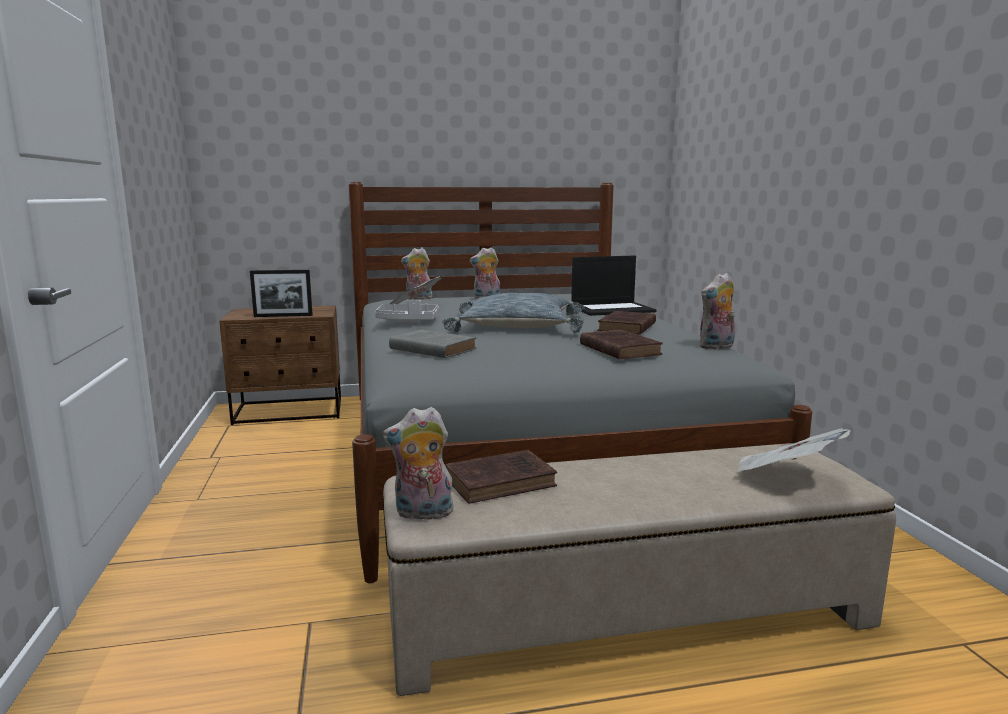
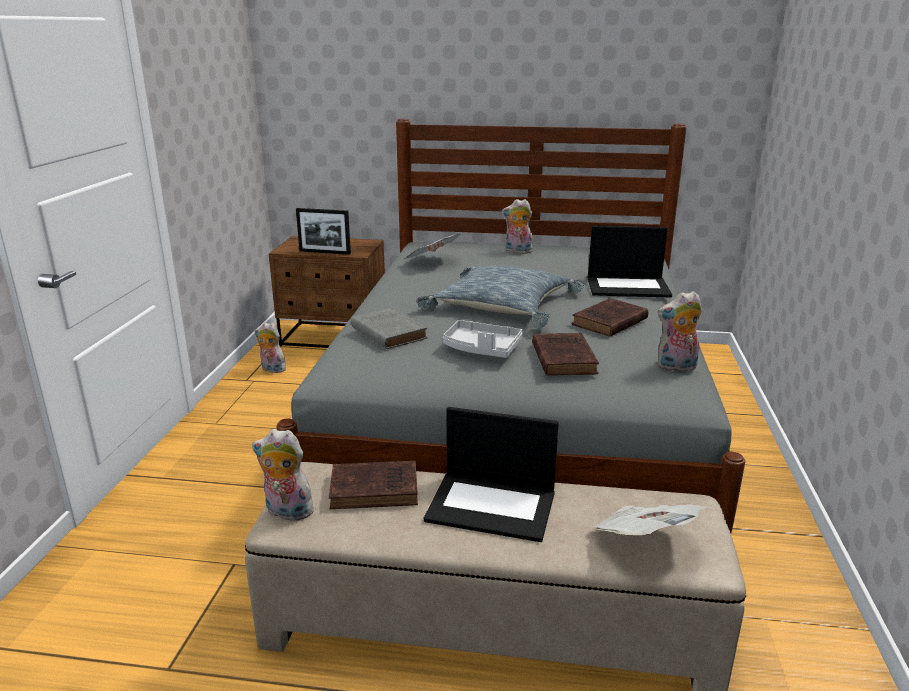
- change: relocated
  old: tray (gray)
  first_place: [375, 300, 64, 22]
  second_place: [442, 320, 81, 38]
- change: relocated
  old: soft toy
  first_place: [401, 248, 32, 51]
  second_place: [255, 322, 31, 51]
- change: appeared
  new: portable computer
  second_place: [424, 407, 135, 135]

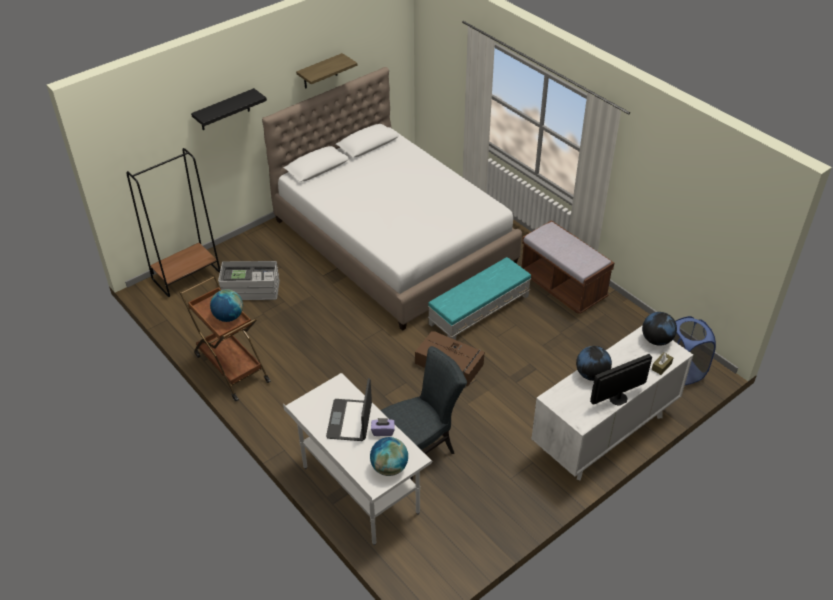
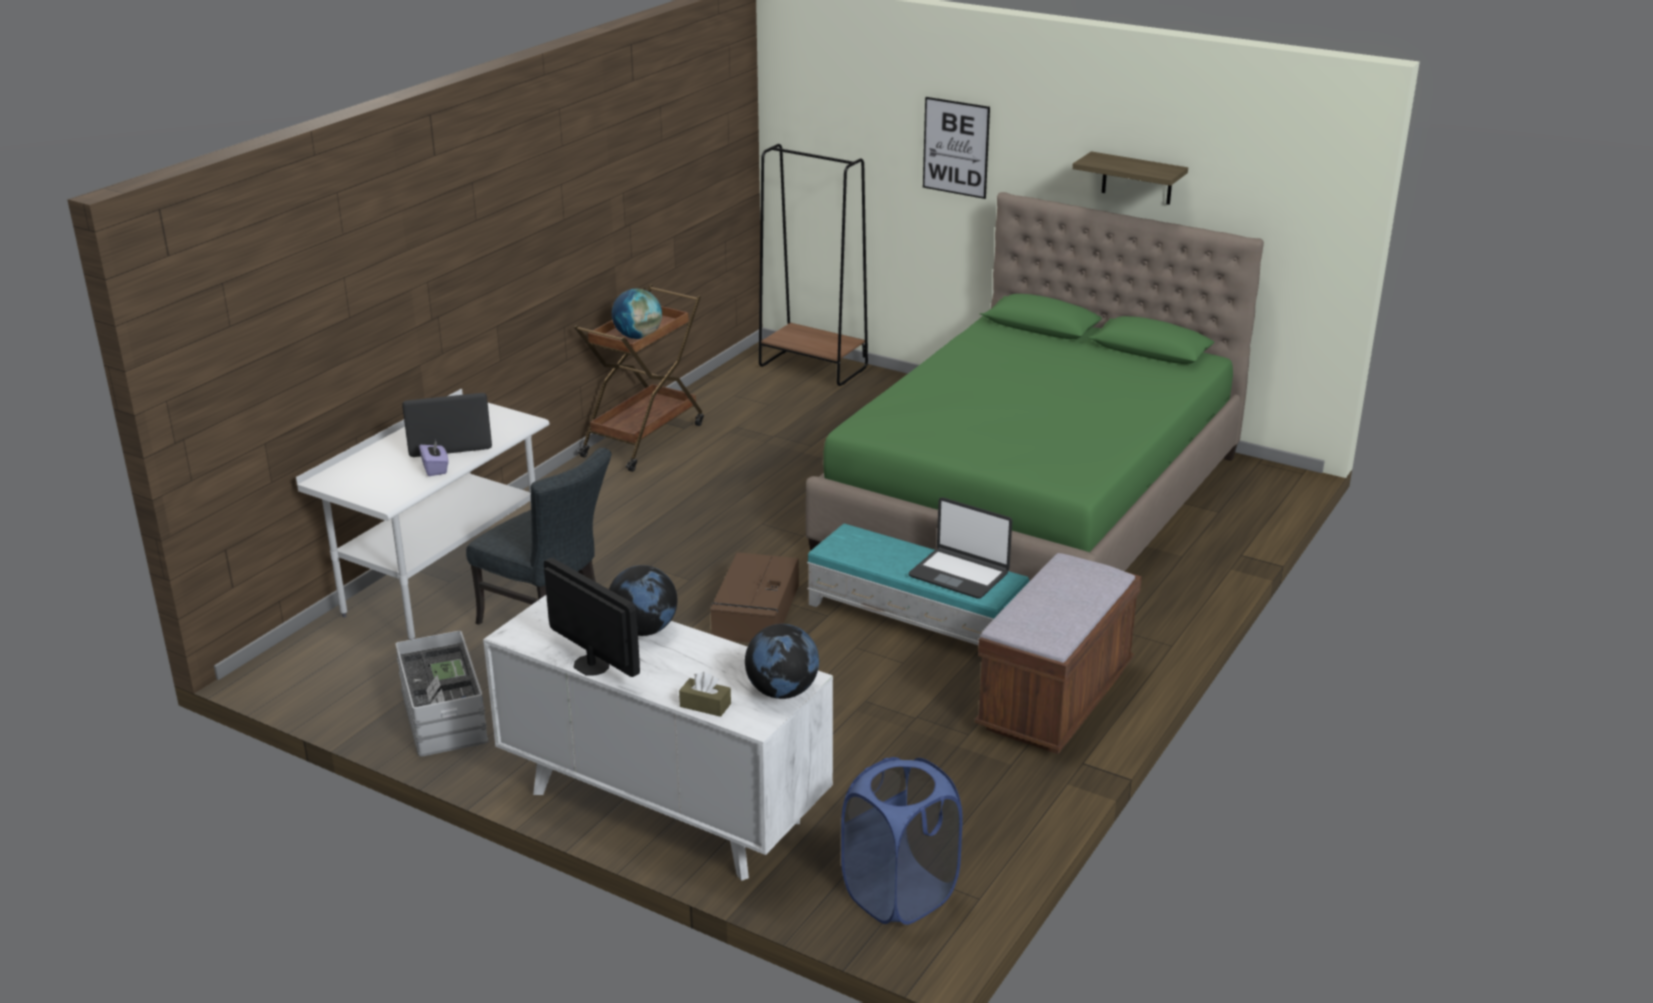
- change: exchanged
  old: shelf (black)
  new: picture
  first_place: [191, 88, 76, 42]
  second_place: [923, 97, 67, 102]
- change: relocated
  old: storage container (gray)
  first_place: [218, 261, 62, 39]
  second_place: [396, 631, 93, 126]
- change: colour
  old: bedroom bed (white)
  new: bedroom bed (greenish)
  first_place: [262, 67, 260, 264]
  second_place: [806, 192, 458, 389]
- change: missing
  old: world globe
  first_place: [370, 437, 38, 39]
- change: appeared
  new: portable computer
  second_place: [909, 498, 103, 101]

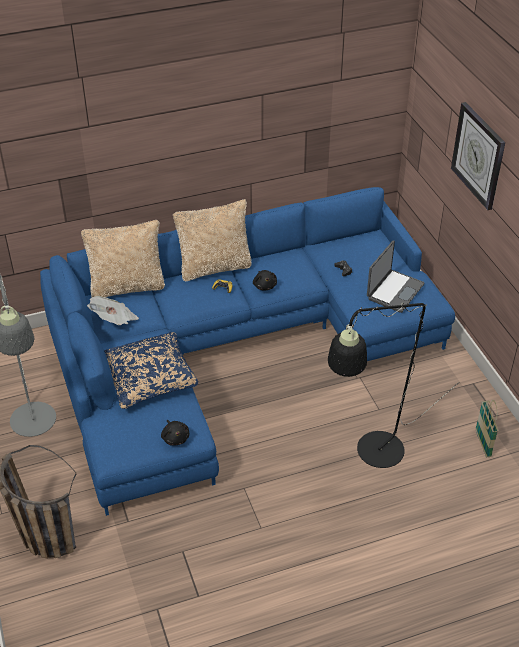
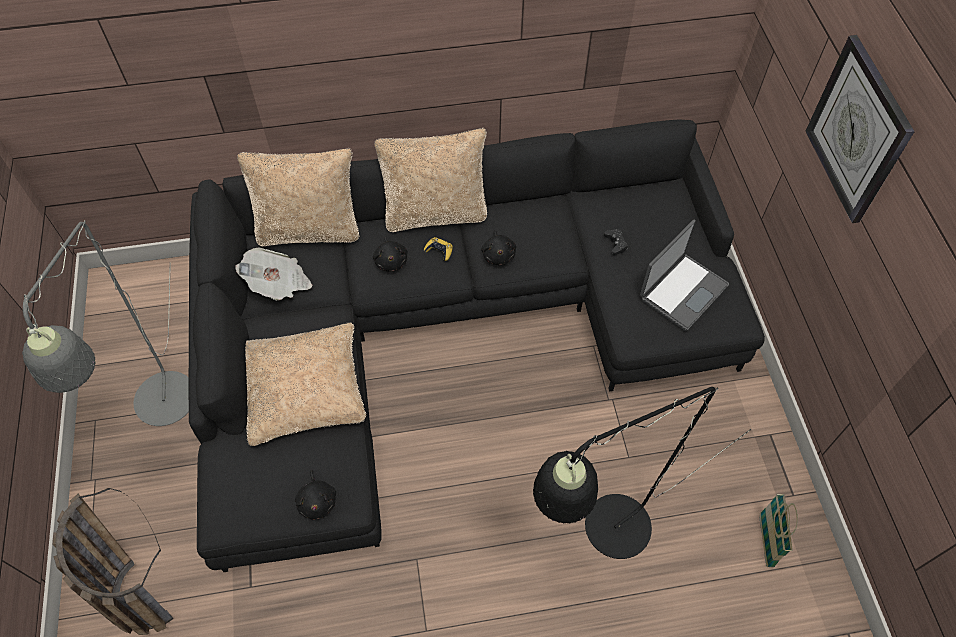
- change: colour
  old: couch (bluish)
  new: couch (black)
  first_place: [40, 187, 415, 329]
  second_place: [189, 120, 576, 452]
- change: colour
  old: throw pillow (bluish)
  new: throw pillow (beige-coloured)
  first_place: [104, 332, 94, 77]
  second_place: [245, 322, 121, 125]
- change: appeared
  new: soft toy (black)
  second_place: [373, 237, 35, 35]

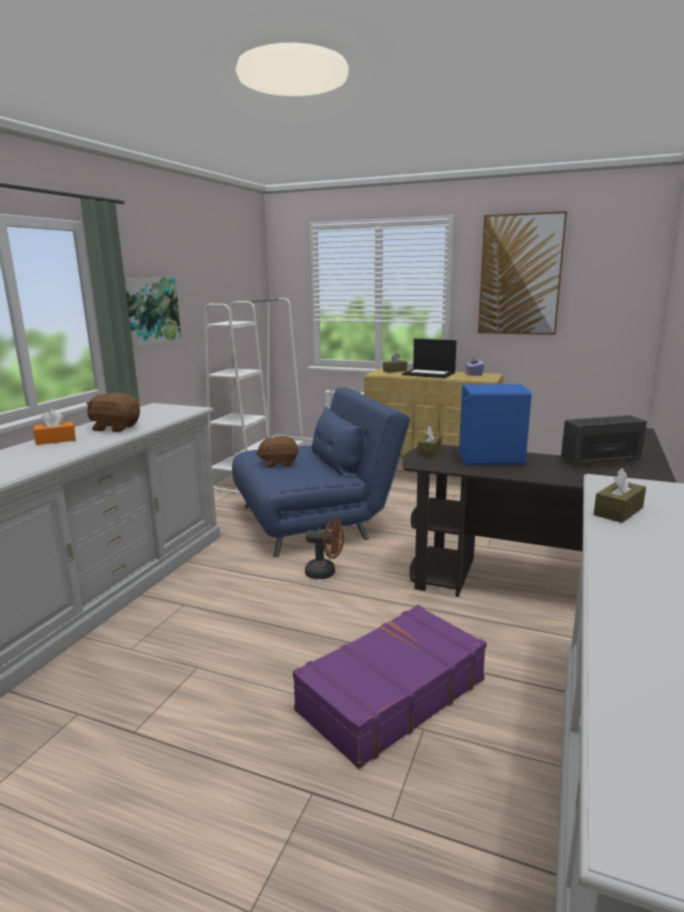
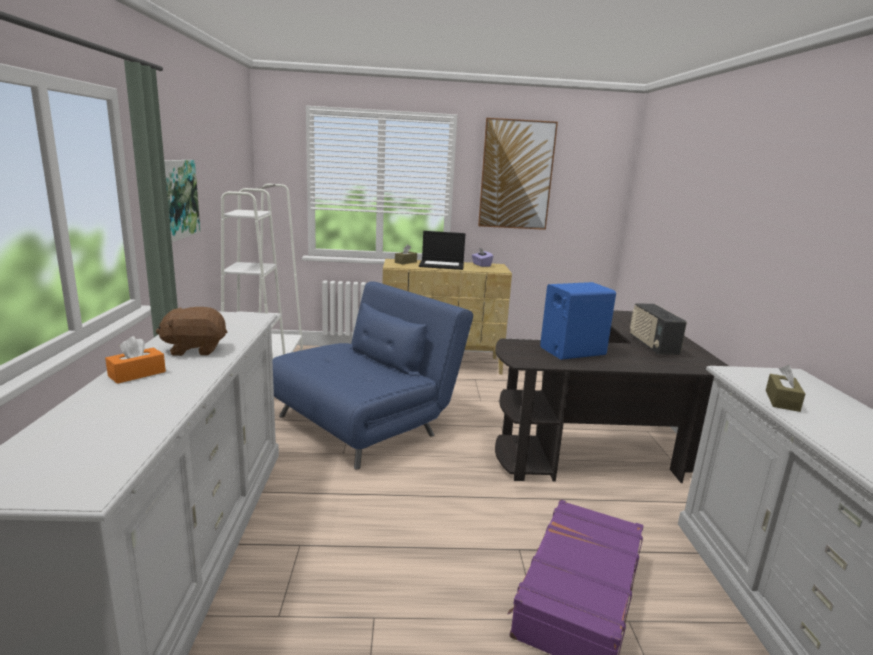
- change: missing
  old: soft toy (brownish)
  first_place: [256, 436, 43, 32]
- change: missing
  old: fan (brownish)
  first_place: [305, 518, 39, 61]
- change: missing
  old: tissue holder (brownish)
  first_place: [418, 426, 24, 31]
- change: spun
  old: radio
  first_place: [561, 415, 86, 52]
  second_place: [630, 303, 57, 52]
  degrees: -60

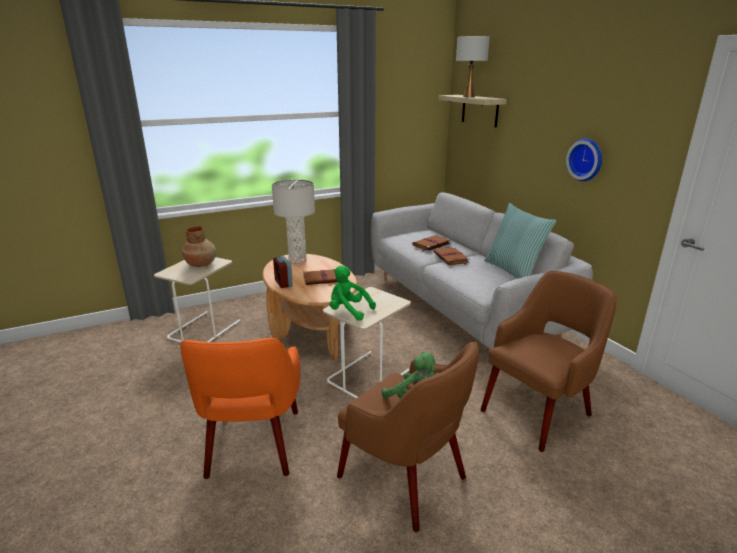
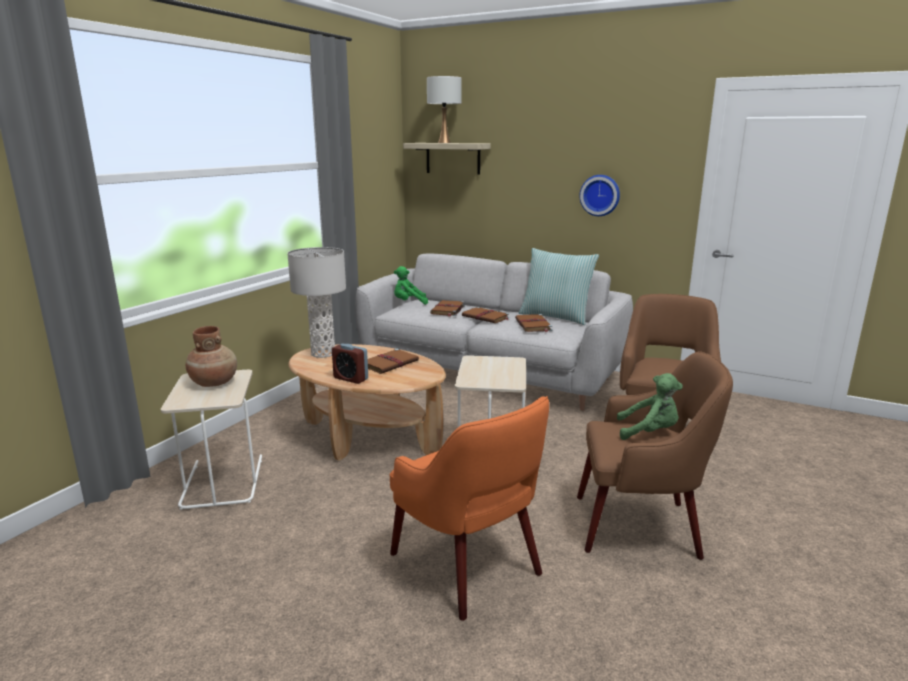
- change: relocated
  old: soft toy (greenish)
  first_place: [330, 266, 46, 55]
  second_place: [394, 266, 34, 39]
- change: appeared
  new: bound book (brownish)
  second_place: [515, 314, 37, 19]

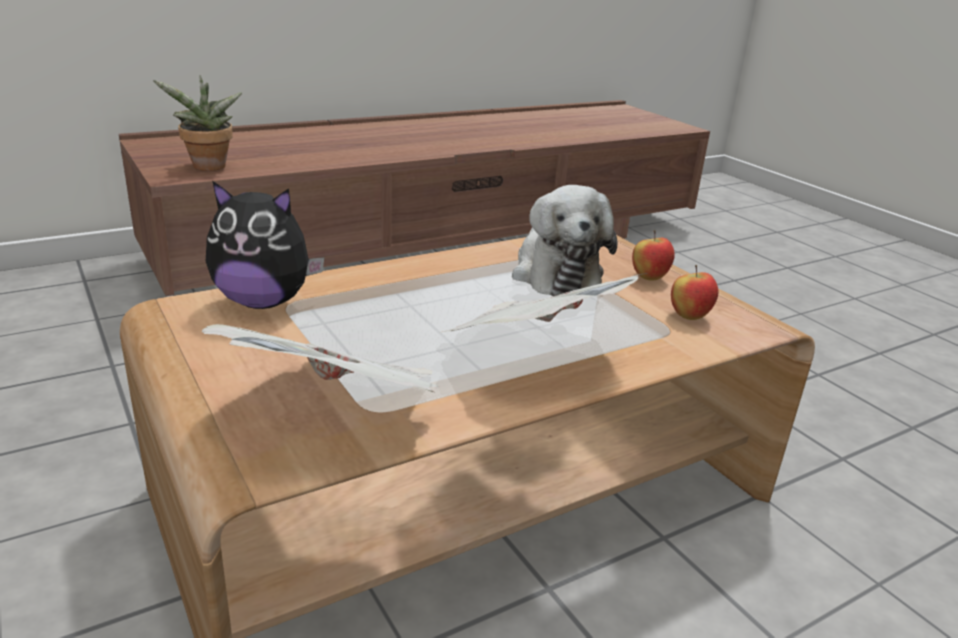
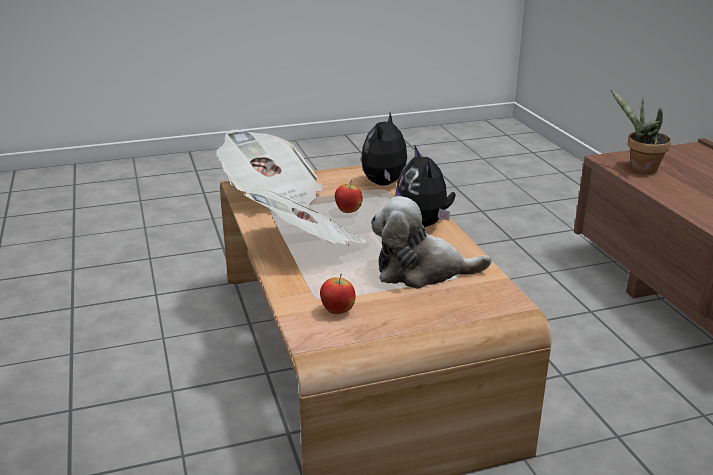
- change: relocated
  old: apple fruit
  first_place: [632, 230, 43, 51]
  second_place: [335, 180, 27, 33]
- change: appeared
  new: soft toy
  second_place: [395, 145, 61, 82]

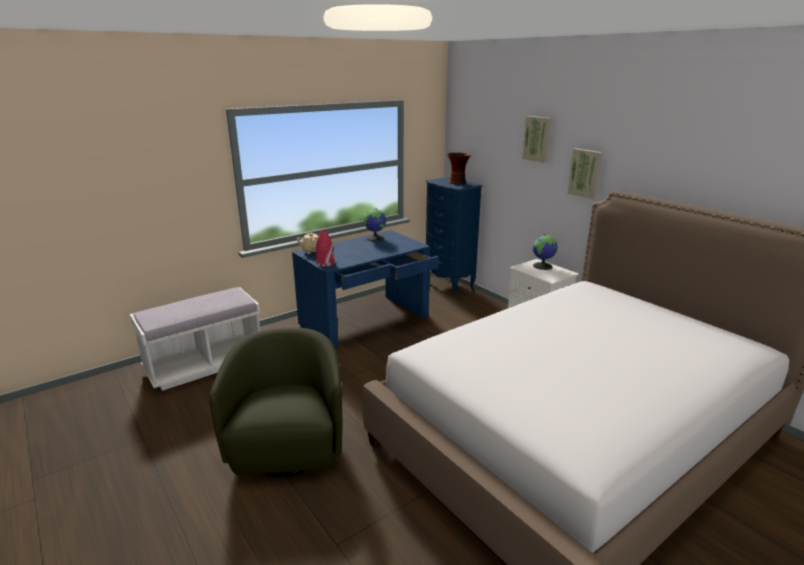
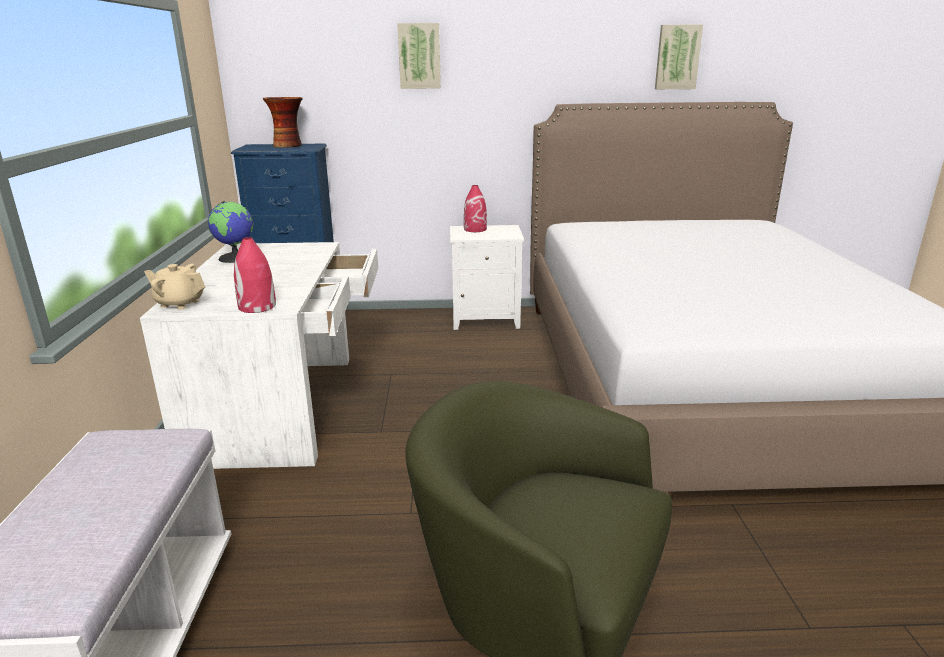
- change: colour
  old: desk (bluish)
  new: desk (white)
  first_place: [292, 230, 147, 119]
  second_place: [140, 242, 238, 227]
- change: exchanged
  old: world globe
  new: decorative vase (reddish)
  first_place: [532, 234, 26, 36]
  second_place: [464, 185, 23, 47]
- change: relocated
  old: picture
  first_place: [567, 148, 36, 51]
  second_place: [655, 24, 48, 65]

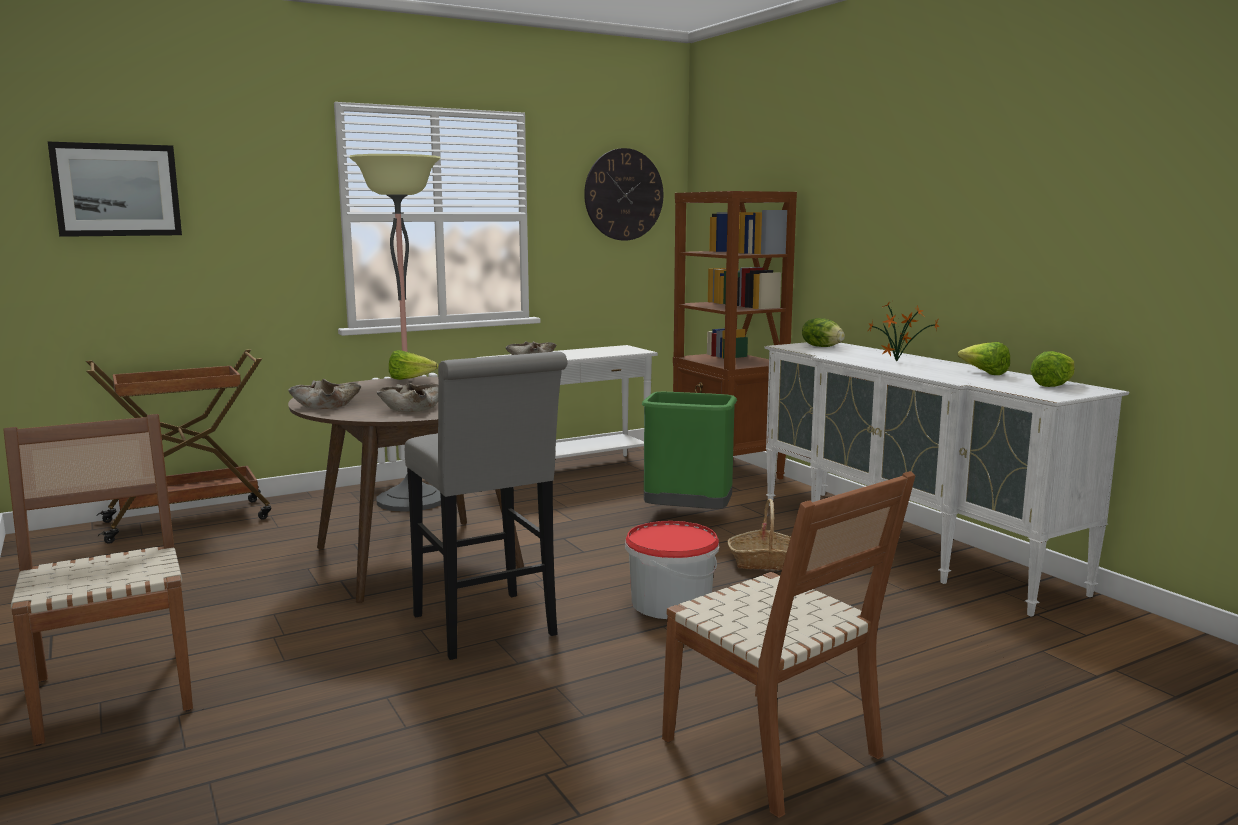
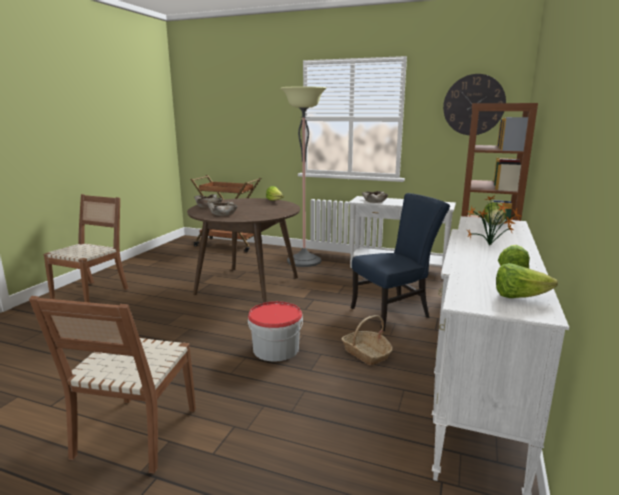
- change: missing
  old: picture
  first_place: [48, 142, 134, 95]
- change: missing
  old: stool (gray)
  first_place: [405, 352, 162, 308]
- change: exchanged
  old: rubbish bin (greenish)
  new: plain chair (bluish)
  first_place: [642, 392, 95, 117]
  second_place: [351, 193, 99, 138]

